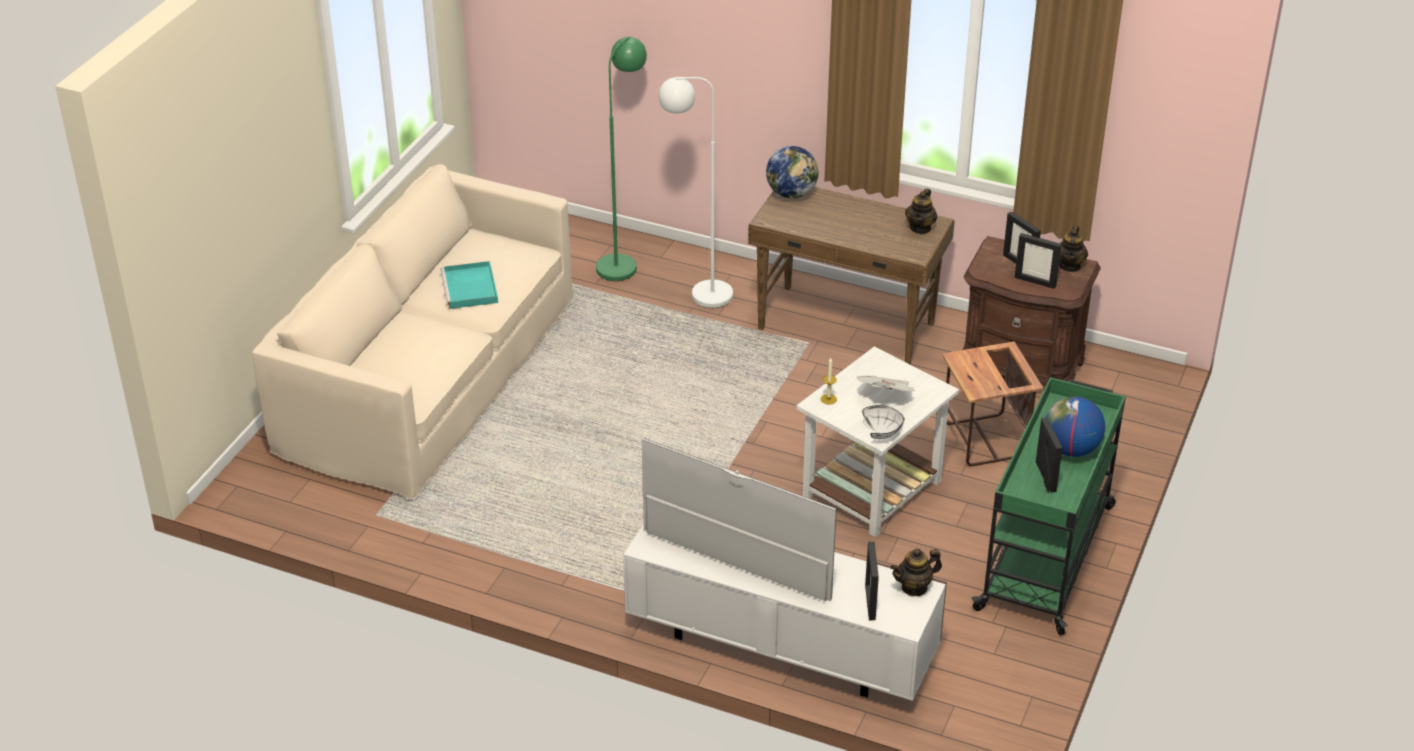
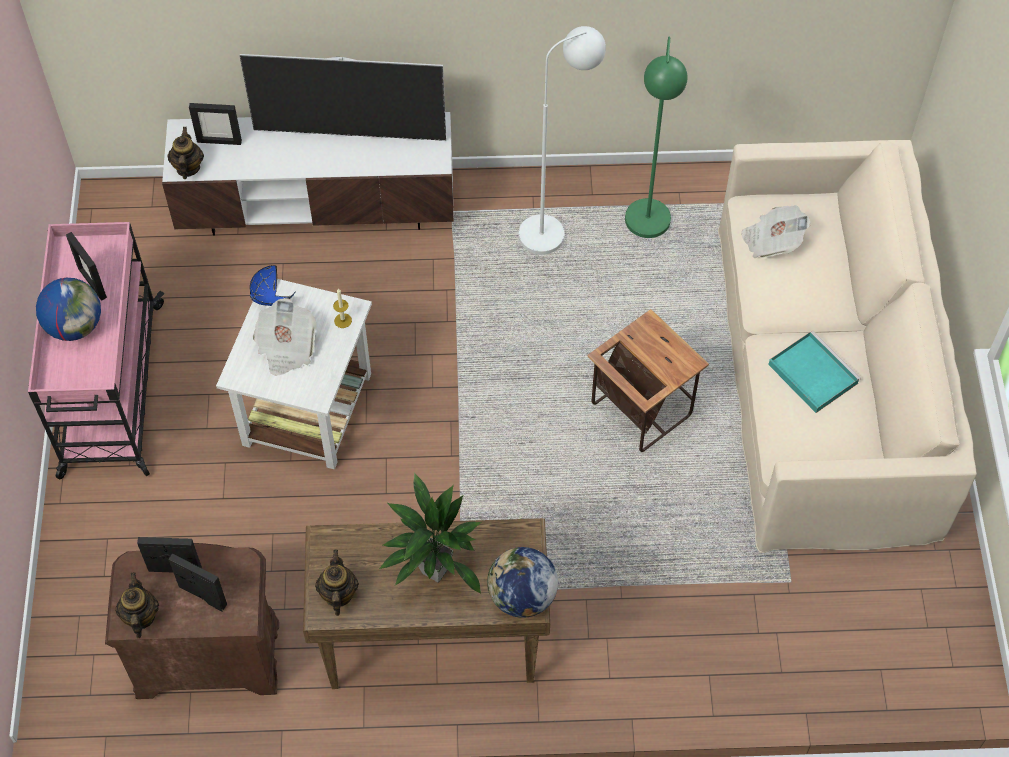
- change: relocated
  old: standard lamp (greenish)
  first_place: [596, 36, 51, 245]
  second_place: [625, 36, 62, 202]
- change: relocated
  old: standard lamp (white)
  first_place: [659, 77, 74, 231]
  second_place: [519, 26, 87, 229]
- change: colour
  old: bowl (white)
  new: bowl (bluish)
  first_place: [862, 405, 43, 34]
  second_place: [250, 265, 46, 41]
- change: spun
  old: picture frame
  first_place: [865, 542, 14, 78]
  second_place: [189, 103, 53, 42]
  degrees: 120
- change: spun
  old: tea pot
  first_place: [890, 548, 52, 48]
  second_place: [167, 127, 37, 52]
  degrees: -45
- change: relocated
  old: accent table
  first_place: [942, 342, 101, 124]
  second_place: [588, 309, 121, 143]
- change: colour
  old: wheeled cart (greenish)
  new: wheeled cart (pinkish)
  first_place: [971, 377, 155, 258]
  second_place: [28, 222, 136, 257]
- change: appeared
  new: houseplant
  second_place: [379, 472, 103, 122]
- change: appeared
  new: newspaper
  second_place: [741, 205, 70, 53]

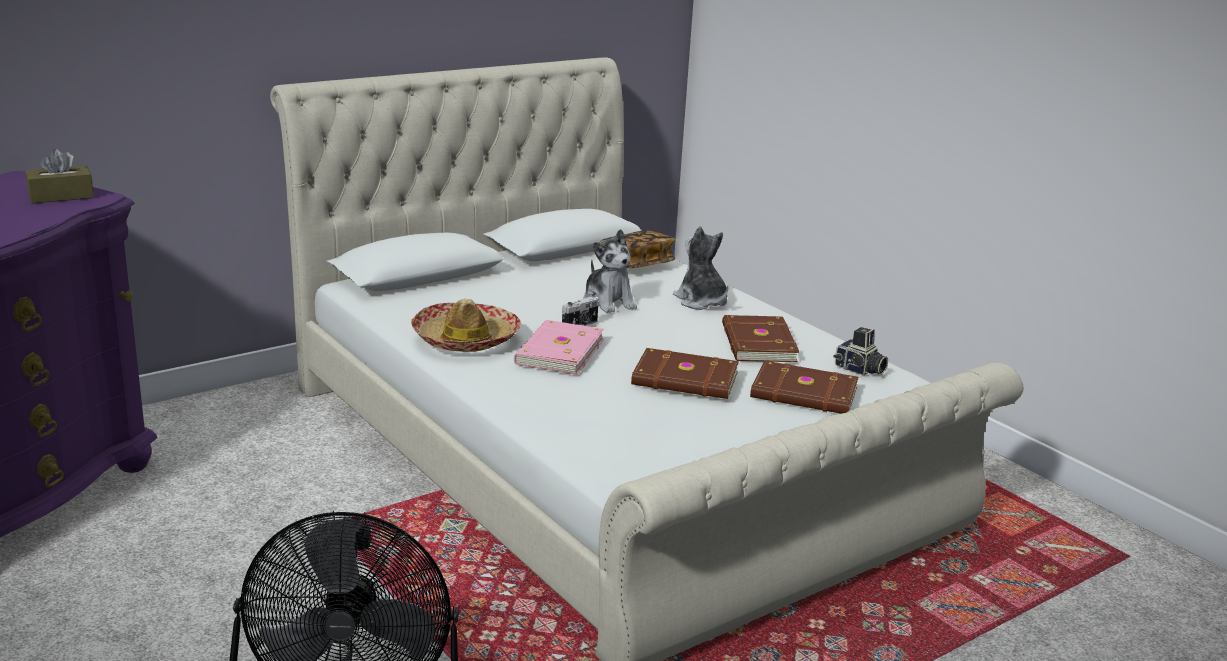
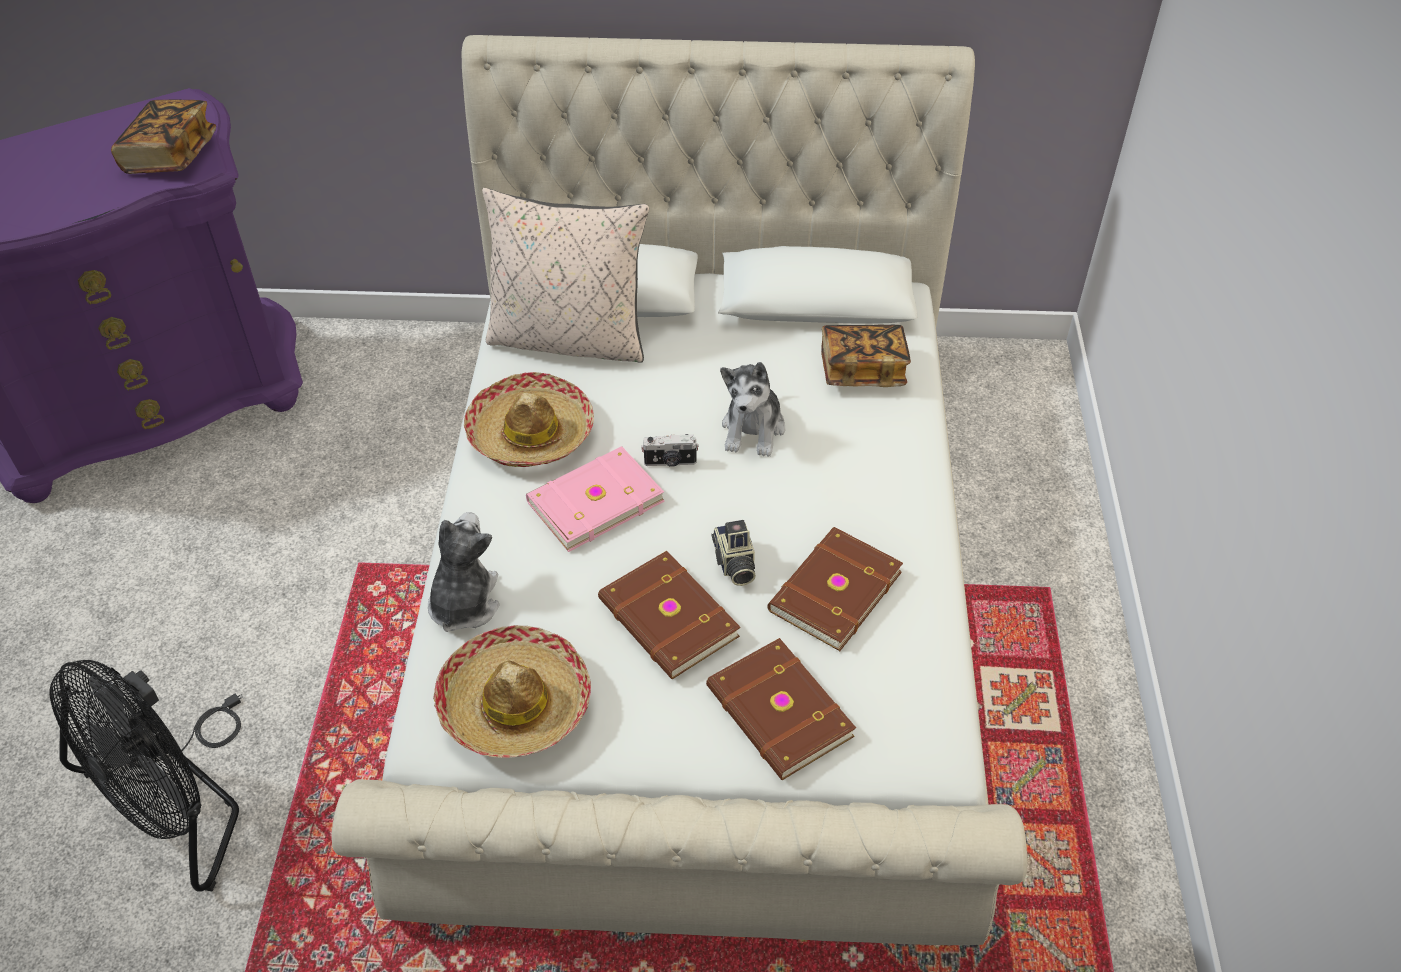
- change: exchanged
  old: tissue holder (brownish)
  new: bound book
  first_place: [25, 149, 69, 55]
  second_place: [111, 99, 105, 75]
- change: relocated
  old: soft toy
  first_place: [673, 226, 55, 84]
  second_place: [428, 512, 71, 120]
- change: relocated
  old: photo camera
  first_place: [834, 327, 54, 49]
  second_place: [712, 520, 44, 66]
- change: appeared
  new: wearable hat
  second_place: [433, 625, 158, 133]
- change: appeared
  new: throw pillow (beige-coloured)
  second_place: [482, 188, 167, 175]

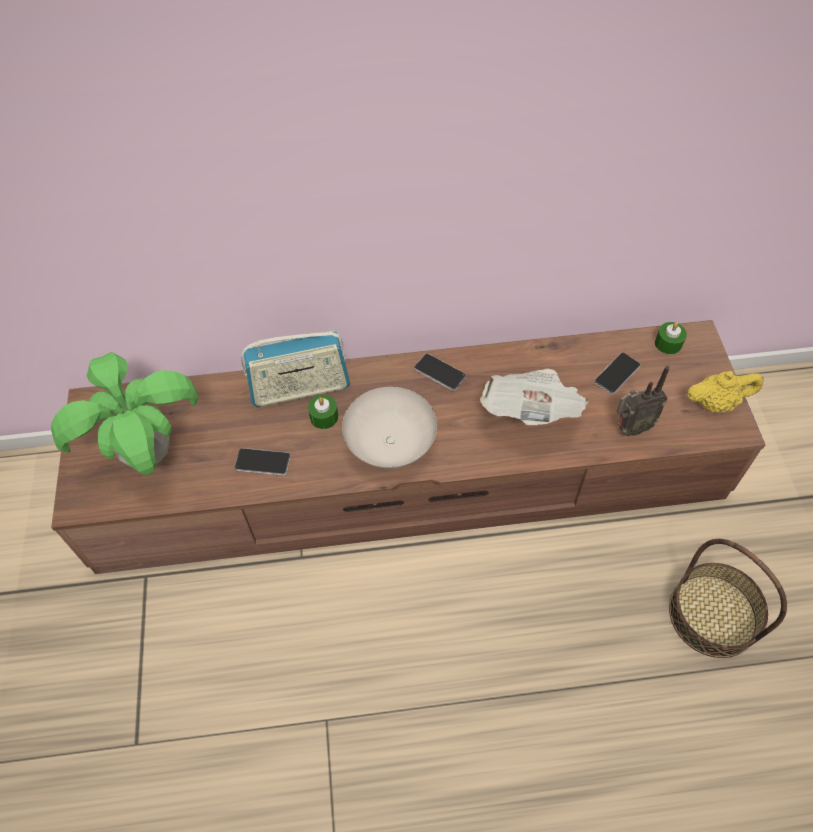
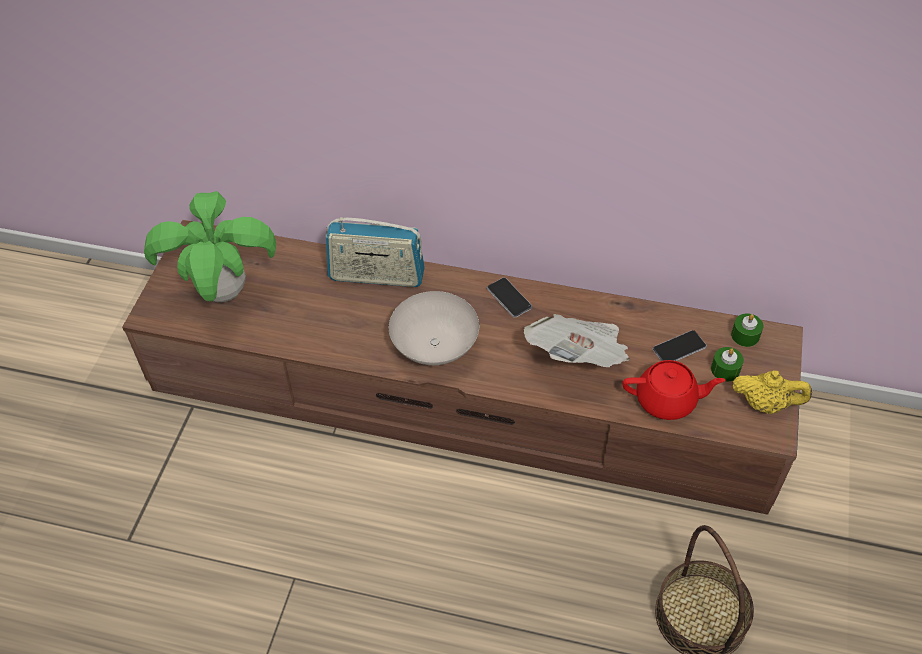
- change: missing
  old: telephone
  first_place: [234, 448, 57, 27]
- change: relocated
  old: candle (greenish)
  first_place: [308, 395, 30, 34]
  second_place: [711, 347, 33, 34]
- change: exchanged
  old: radio
  new: tea pot (reddish)
  first_place: [616, 366, 54, 70]
  second_place: [622, 360, 103, 60]

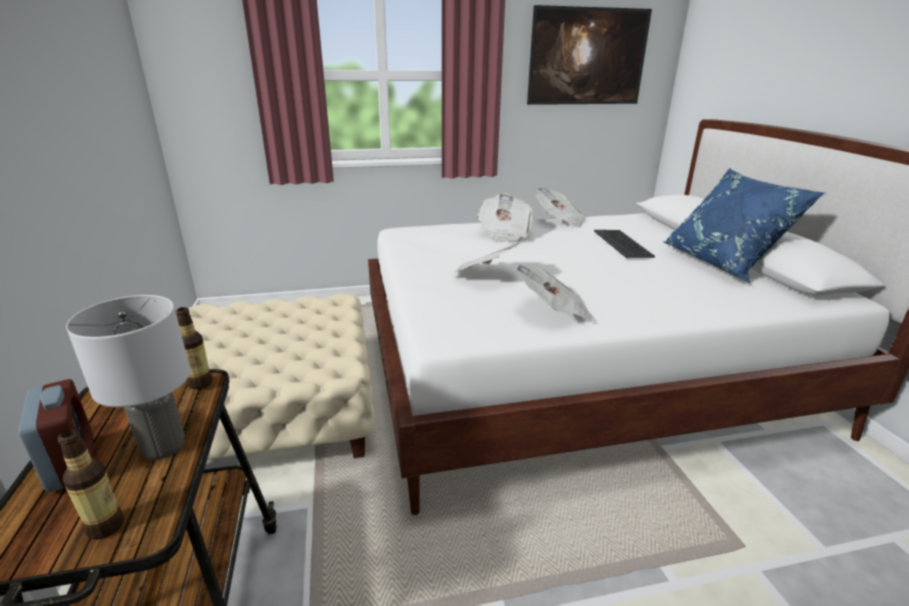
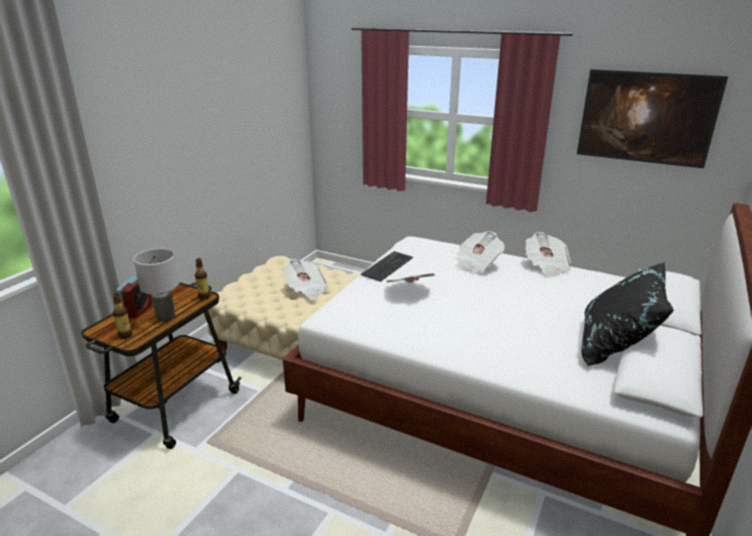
- change: relocated
  old: newspaper
  first_place: [514, 264, 83, 57]
  second_place: [283, 259, 45, 41]
- change: relocated
  old: PC keyboard
  first_place: [594, 230, 61, 28]
  second_place: [361, 251, 52, 31]
- change: colour
  old: throw pillow (bluish)
  new: throw pillow (black)
  first_place: [664, 168, 161, 115]
  second_place: [581, 262, 93, 104]

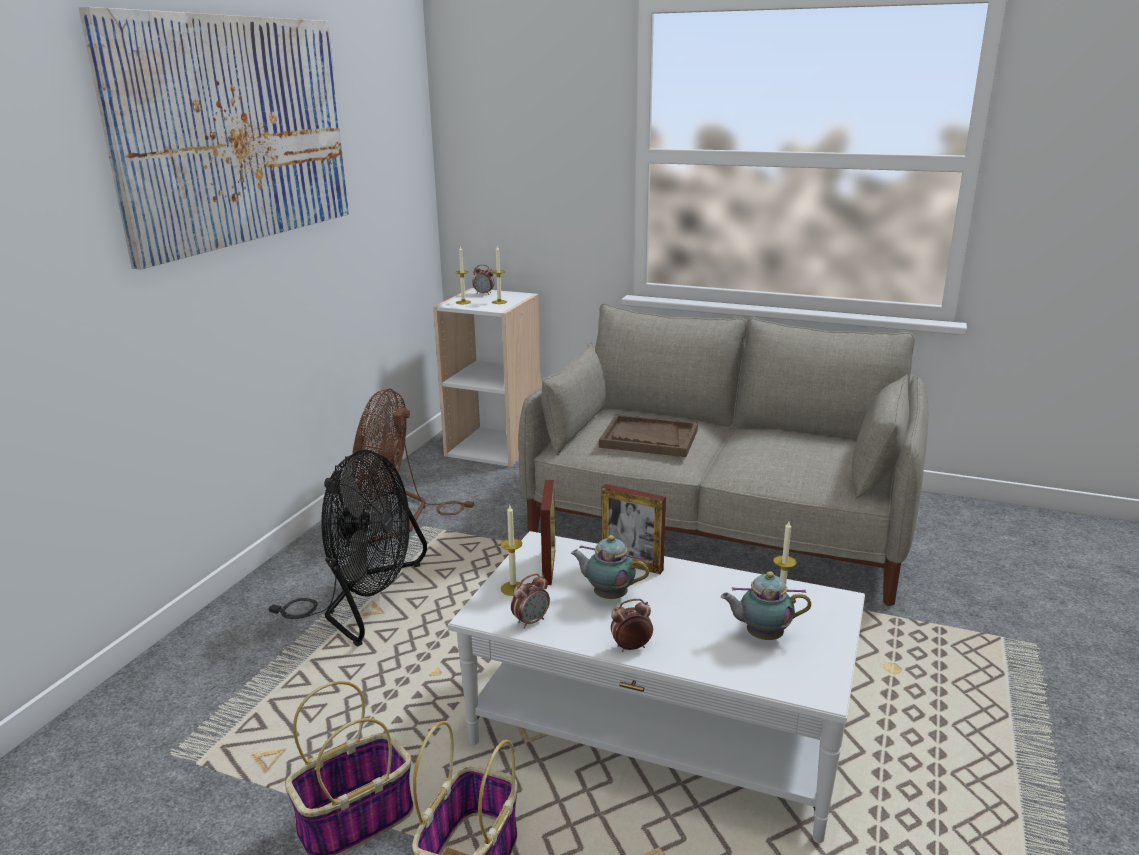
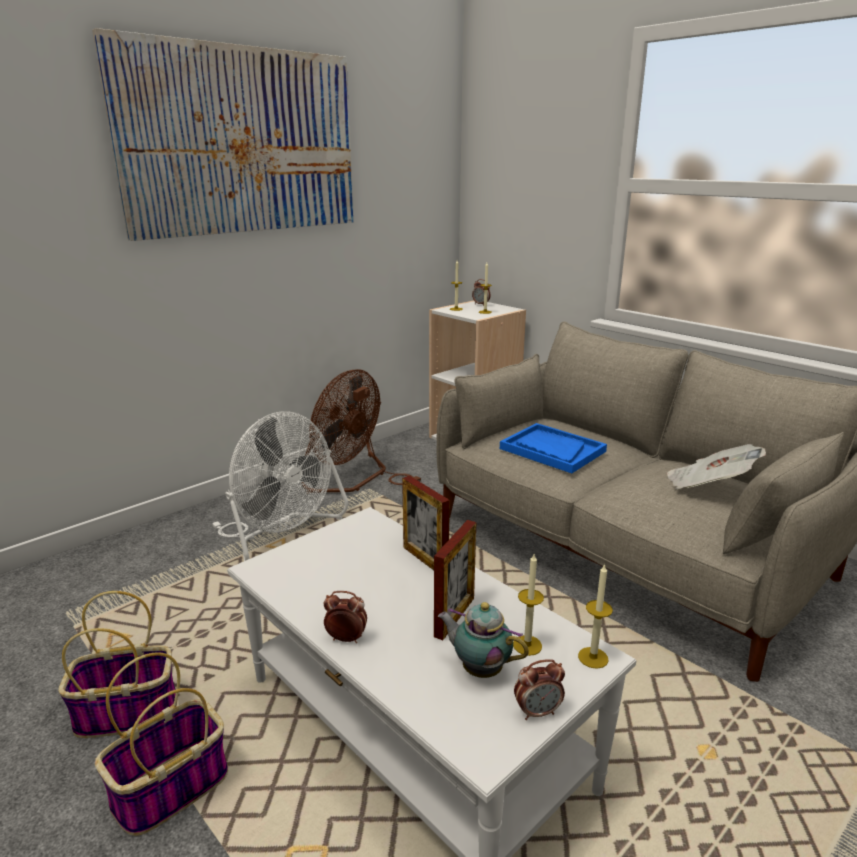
- change: colour
  old: fan (black)
  new: fan (white)
  first_place: [268, 450, 159, 197]
  second_place: [212, 411, 136, 150]
- change: relocated
  old: candle
  first_place: [500, 505, 23, 91]
  second_place: [578, 564, 35, 105]
- change: relocated
  old: bedside clock
  first_place: [511, 573, 39, 56]
  second_place: [514, 659, 51, 61]
- change: relocated
  old: picture frame
  first_place: [540, 480, 15, 105]
  second_place: [434, 520, 42, 120]
- change: missing
  old: tea pot
  first_place: [571, 535, 78, 64]
- change: colour
  old: tray (brownish)
  new: tray (bluish)
  first_place: [599, 415, 99, 42]
  second_place: [500, 423, 107, 50]
- change: appeared
  new: newspaper
  second_place: [667, 444, 99, 46]

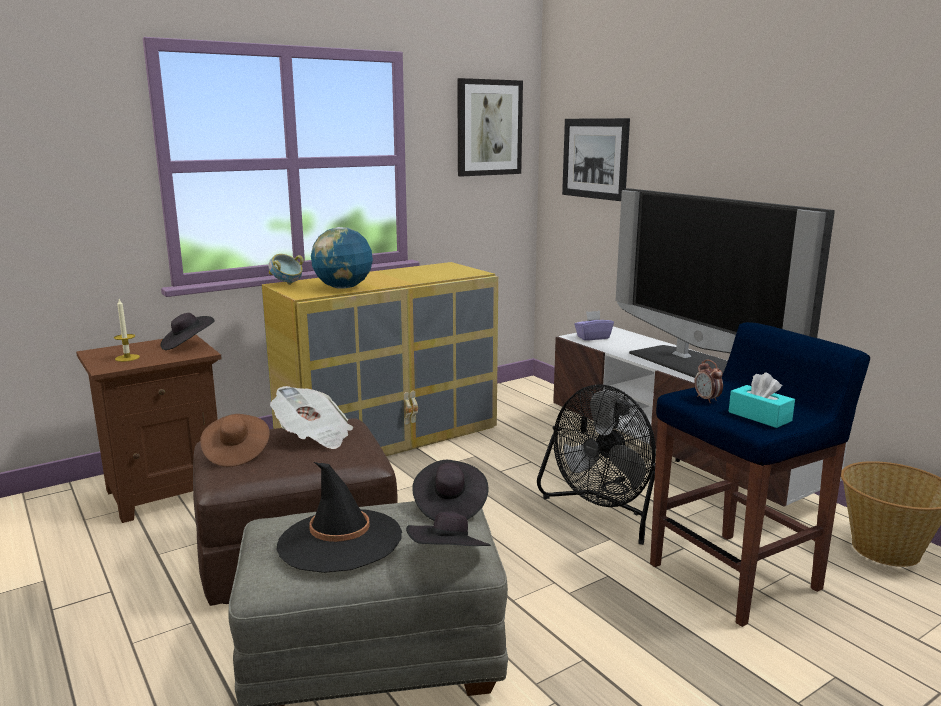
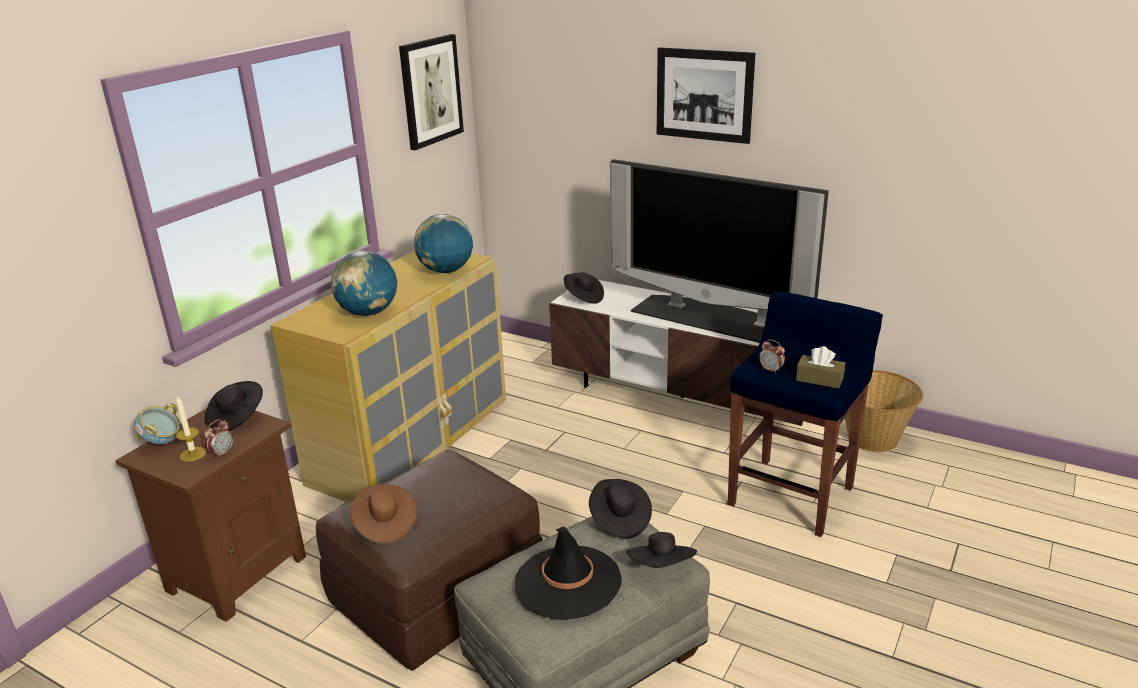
- change: relocated
  old: bowl
  first_place: [268, 254, 36, 31]
  second_place: [134, 403, 46, 41]
- change: missing
  old: newspaper
  first_place: [270, 386, 83, 63]
- change: missing
  old: fan (black)
  first_place: [537, 385, 119, 160]
- change: relocated
  old: picture
  first_place: [562, 118, 68, 83]
  second_place: [657, 47, 98, 97]
- change: exchanged
  old: tissue holder (purple)
  new: wearable hat (black)
  first_place: [574, 311, 40, 30]
  second_place: [564, 272, 40, 32]
- change: colour
  old: tissue holder (turquoise-coloured)
  new: tissue holder (brownish)
  first_place: [729, 372, 66, 56]
  second_place: [796, 346, 49, 43]
- change: appeared
  new: bedside clock
  second_place: [204, 419, 29, 40]
- change: appeared
  new: world globe
  second_place: [414, 214, 59, 59]

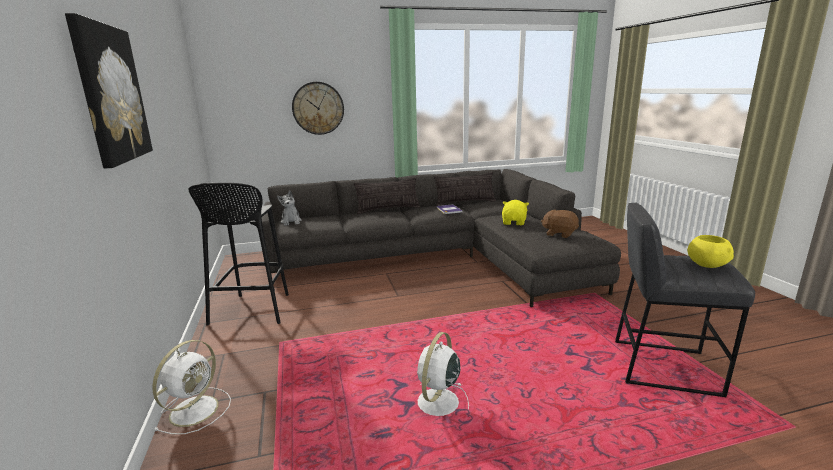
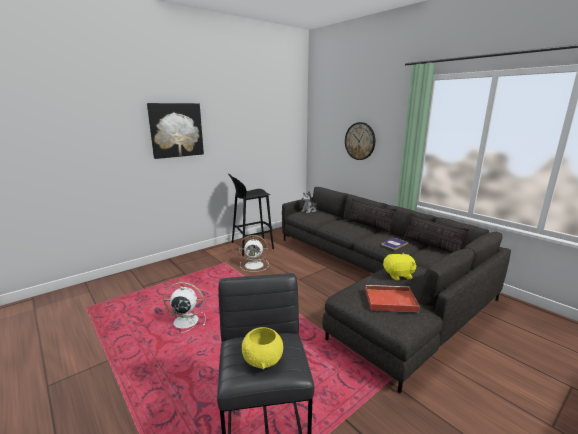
- change: relocated
  old: fan (white)
  first_place: [152, 340, 79, 94]
  second_place: [239, 235, 30, 37]
- change: exchanged
  old: soft toy (brownish)
  new: tray (reddish)
  first_place: [541, 210, 38, 28]
  second_place: [365, 285, 55, 27]

